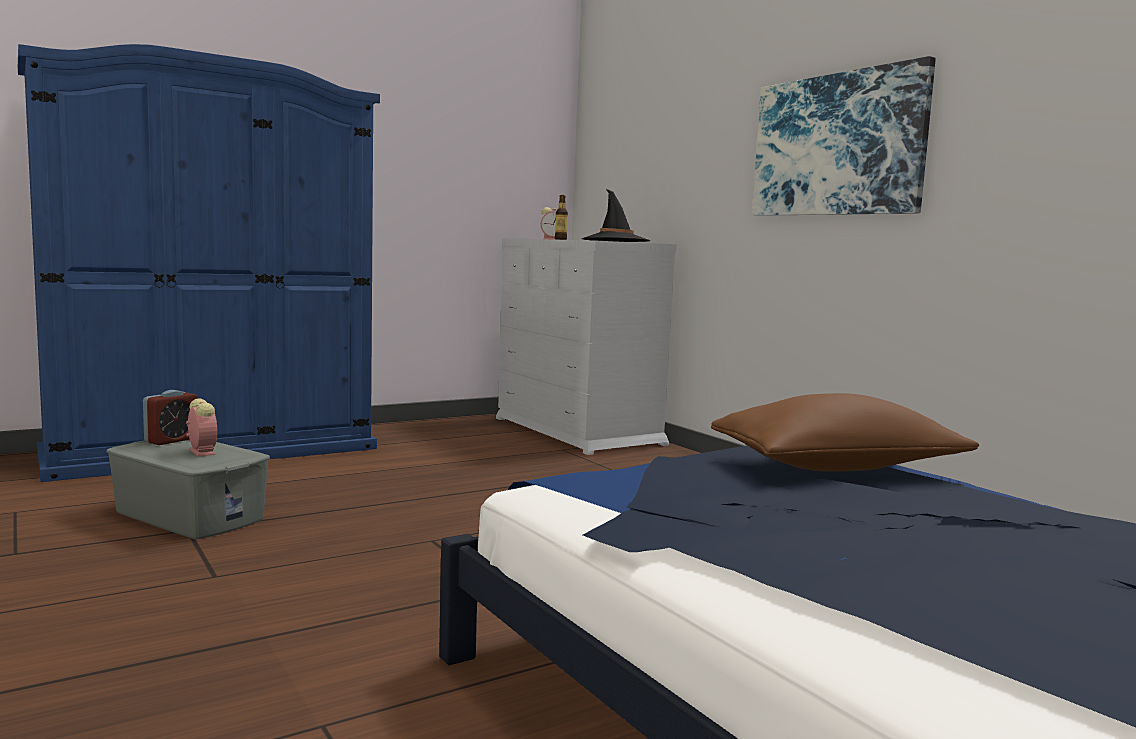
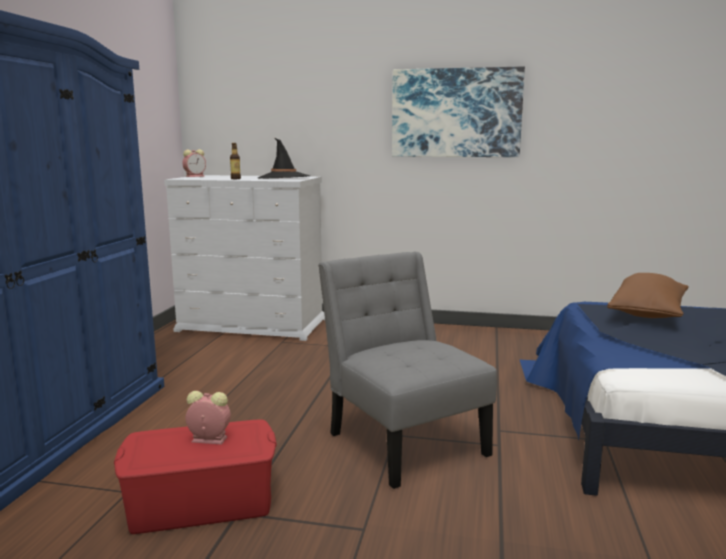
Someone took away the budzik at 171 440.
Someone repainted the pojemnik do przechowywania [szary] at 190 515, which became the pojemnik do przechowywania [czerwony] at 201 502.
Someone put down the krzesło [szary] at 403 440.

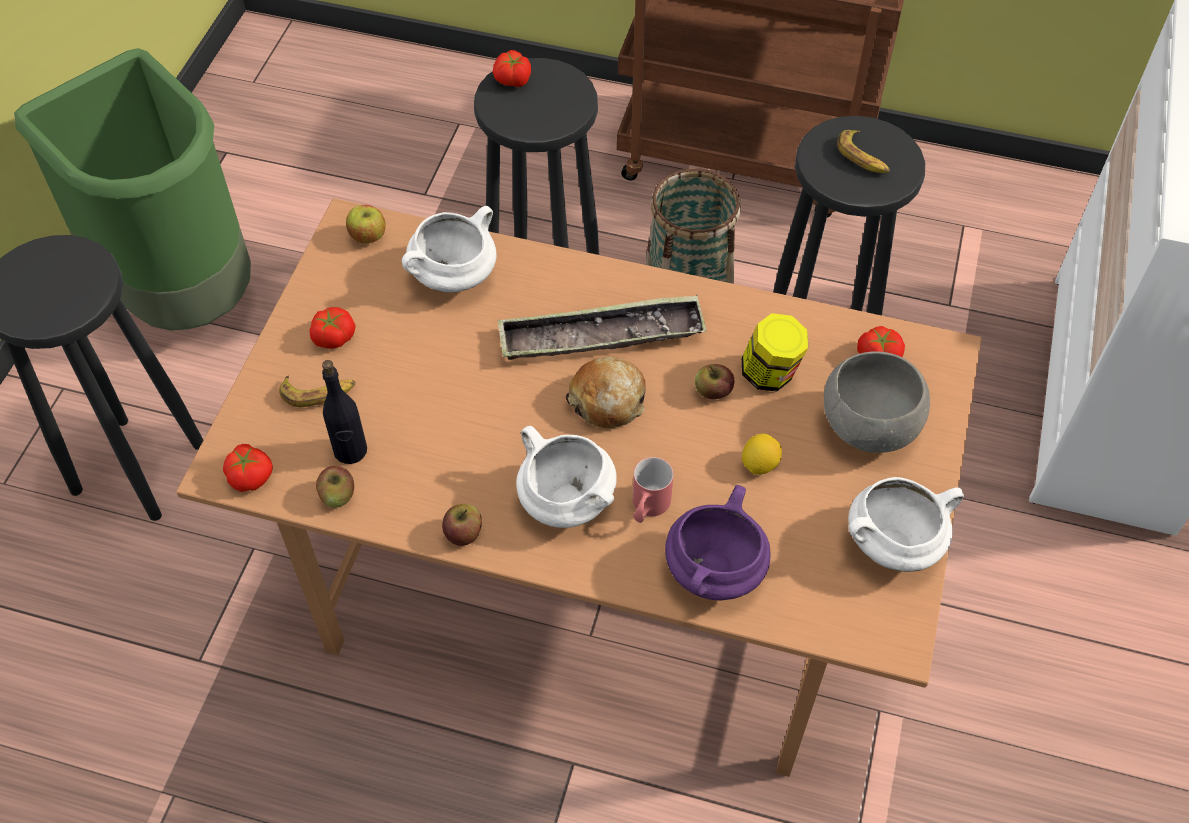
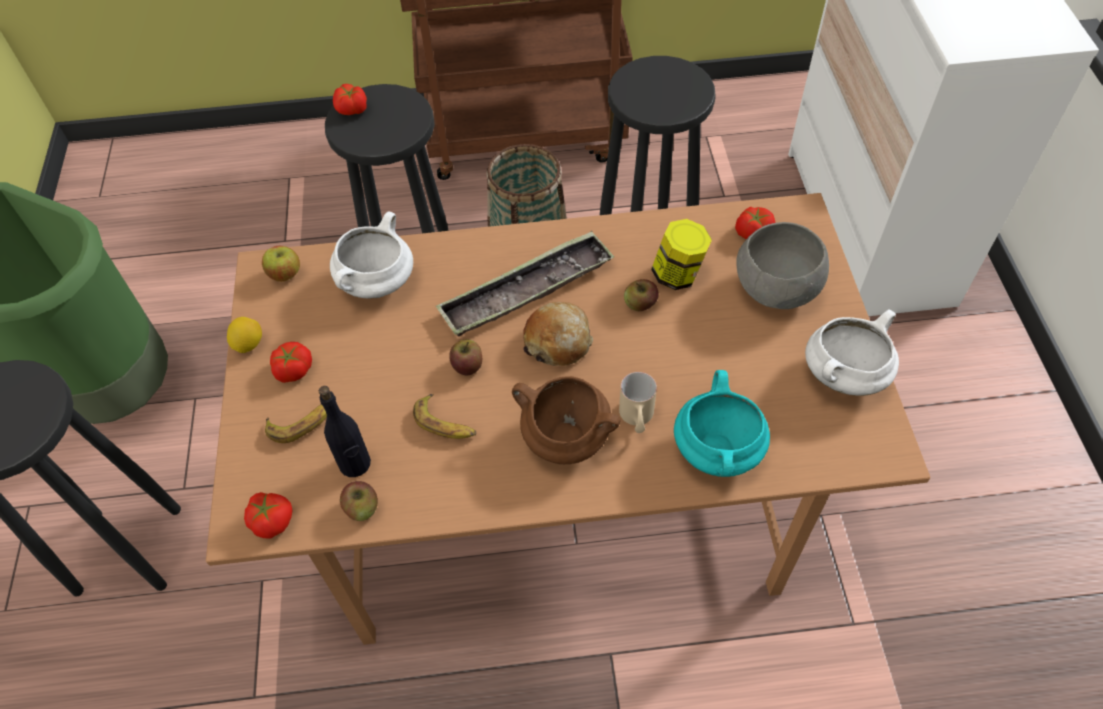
Someone carried the banan from 862 157 to 445 423.
Someone repainted the garnek [biały] at 564 500, which became the garnek [brązowy] at 564 438.
Someone carried the cytryna from 759 464 to 248 344.
Someone repainted the kubek [czerwony] at 648 508, which became the kubek [beżowy] at 637 419.
Someone repainted the garnek [fioletowy] at 715 572, which became the garnek [turkusowy] at 718 451.
Someone carried the jabłko from 463 533 to 467 365.

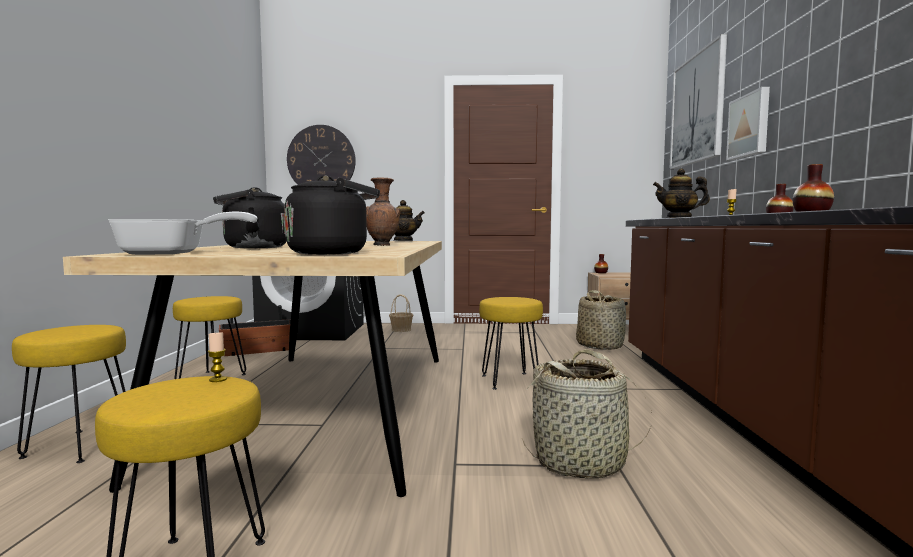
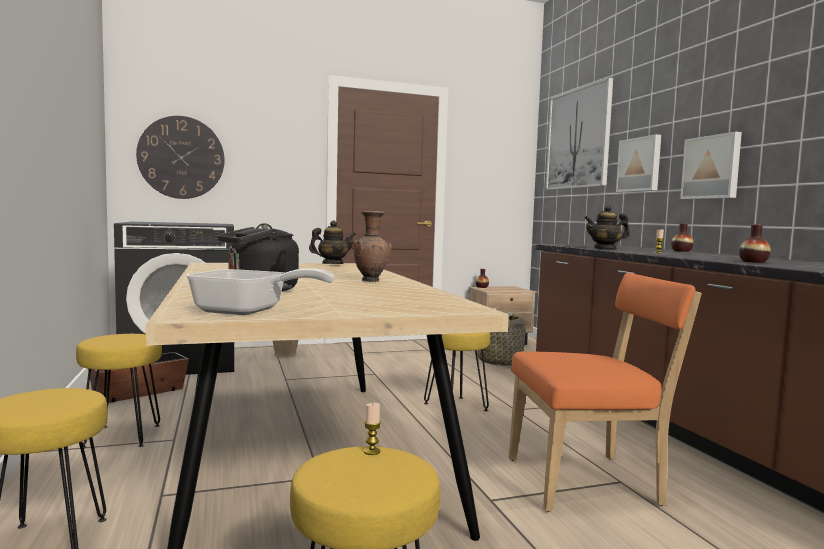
Someone took away the czajnik [czarny] at 332 253.
Someone rotated the patelnia at 173 253 by 45 degrees clockwise.
Someone swapped the koszyk at 581 461 for the krzesło [pomarańczowy] at 589 482.
Someone put up the obraz at 712 167.

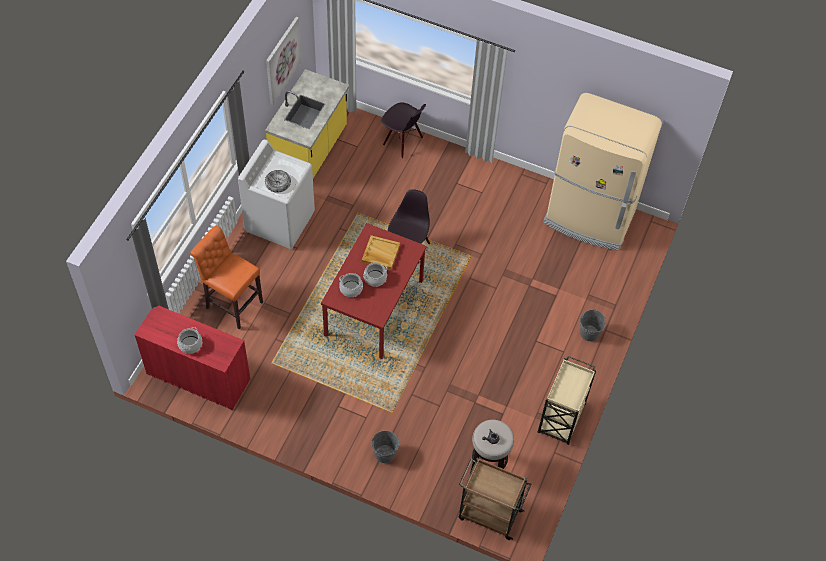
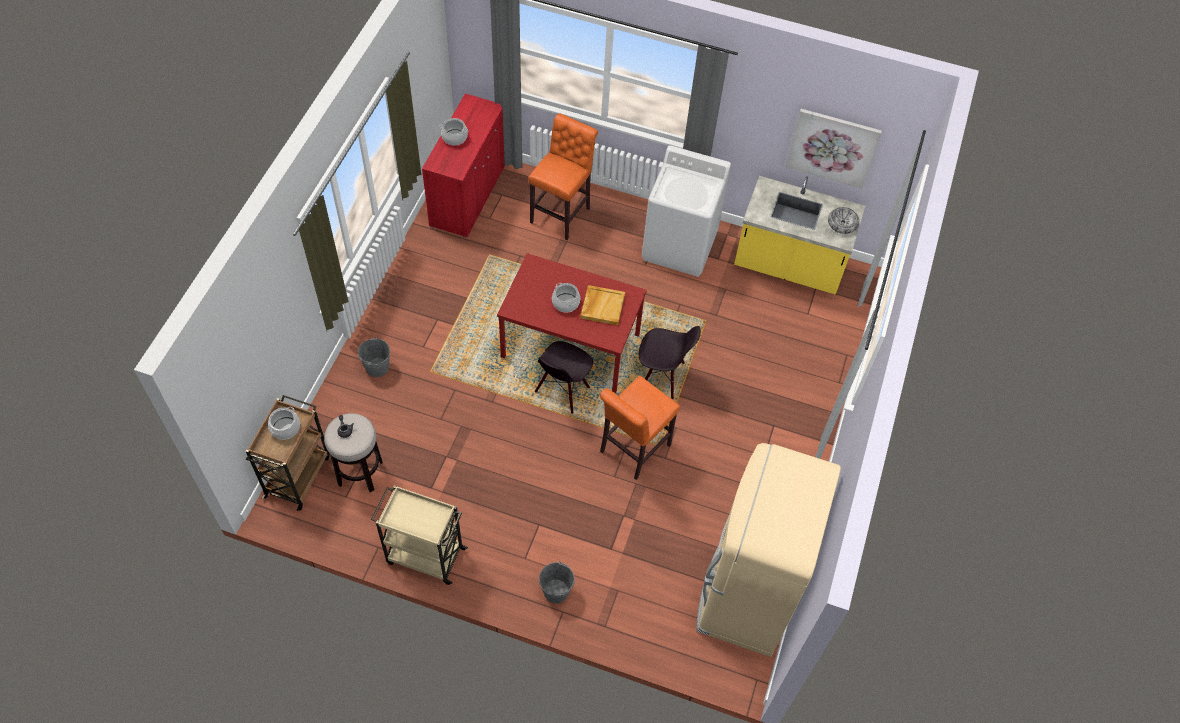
Someone carried the krzesło [czarny] from 402 142 to 562 390.
Someone carried the miska from 278 183 to 842 223.
Someone carried the garnek from 351 288 to 285 428.
Someone put down the stołek [pomarańczowy] at 632 450.

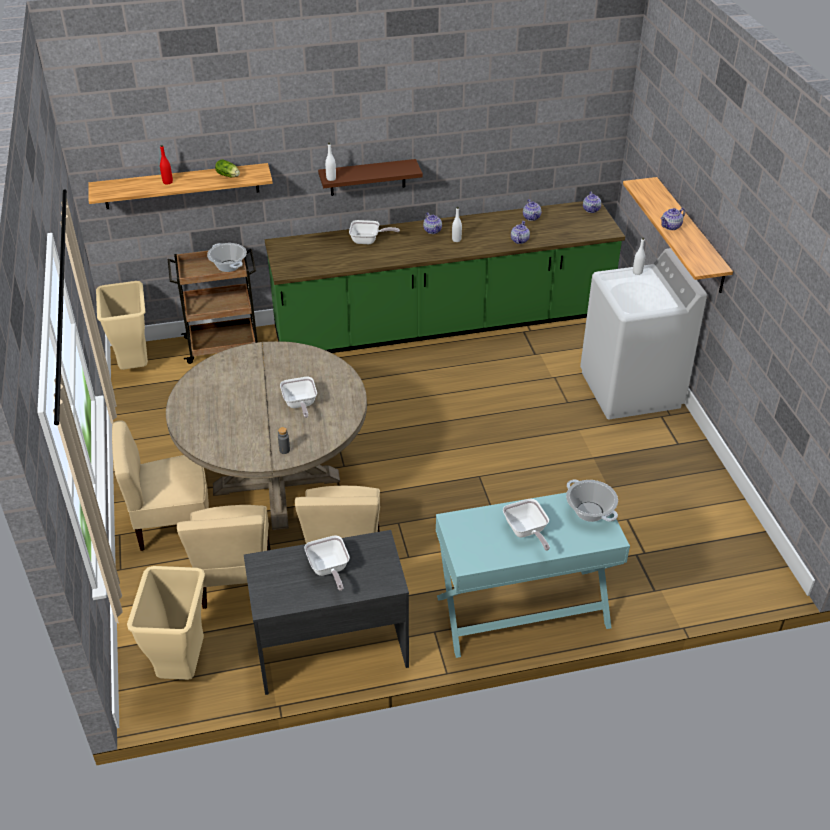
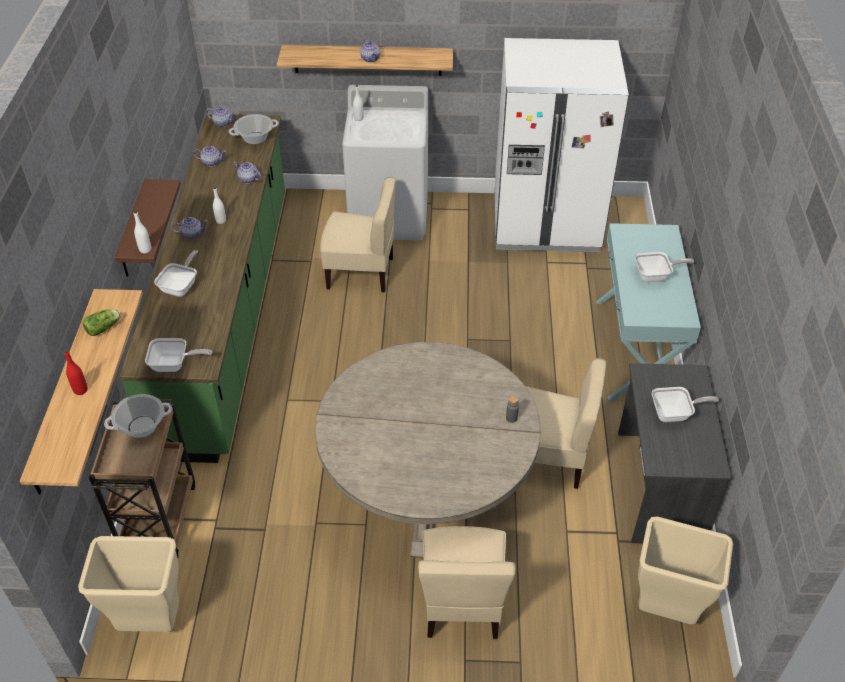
Someone carried the patelnia from 300 405 to 174 365.
Someone carried the garnek from 590 511 to 255 138.
Someone carried the krzesło [beżowy] from 235 579 to 361 272.
Someone put down the lodówka [biały] at 546 224.

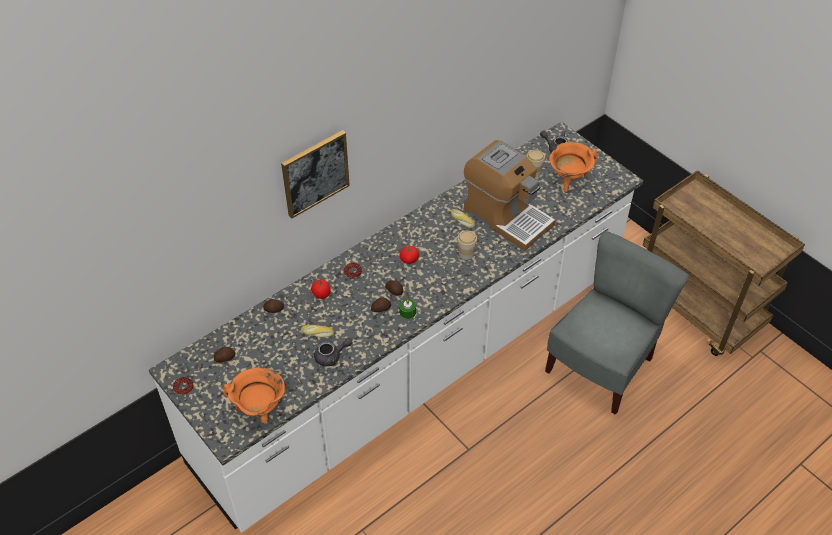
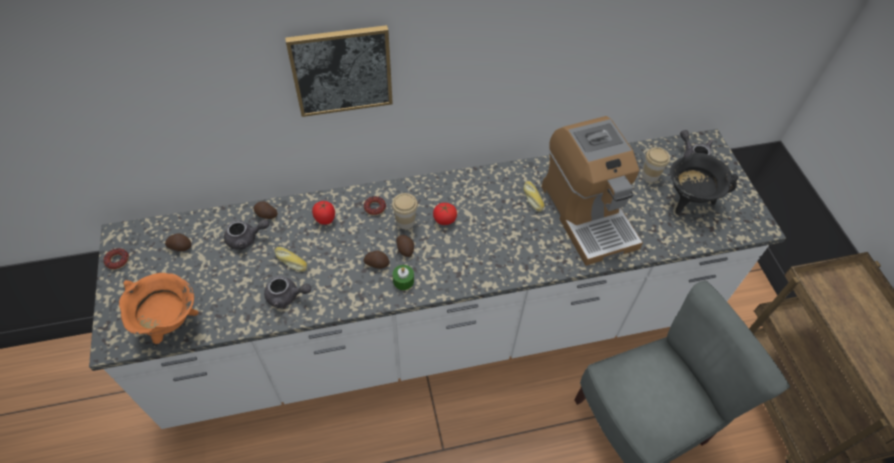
Someone repainted the garnek [pomarańczowy] at 569 180, which became the garnek [czarny] at 689 200.
Someone carried the filiżanka from 466 254 to 405 221.
Someone put down the imbryk [szary] at 246 239.

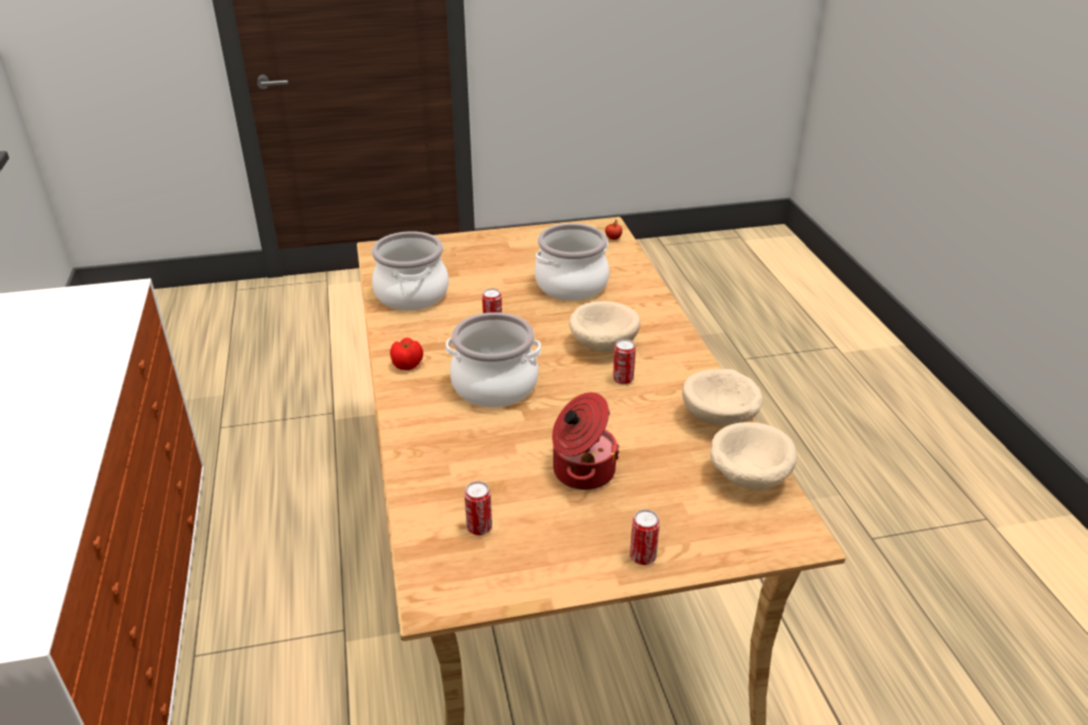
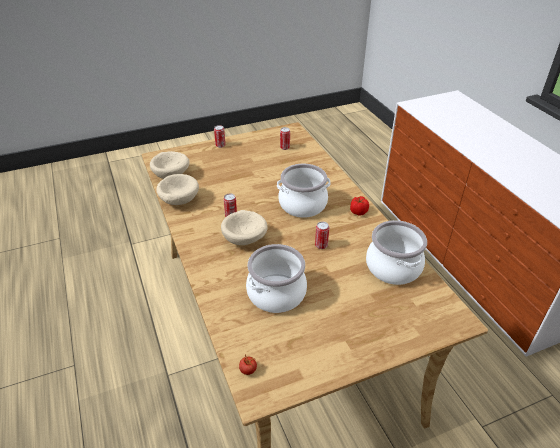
Someone took away the garnek at 581 471.

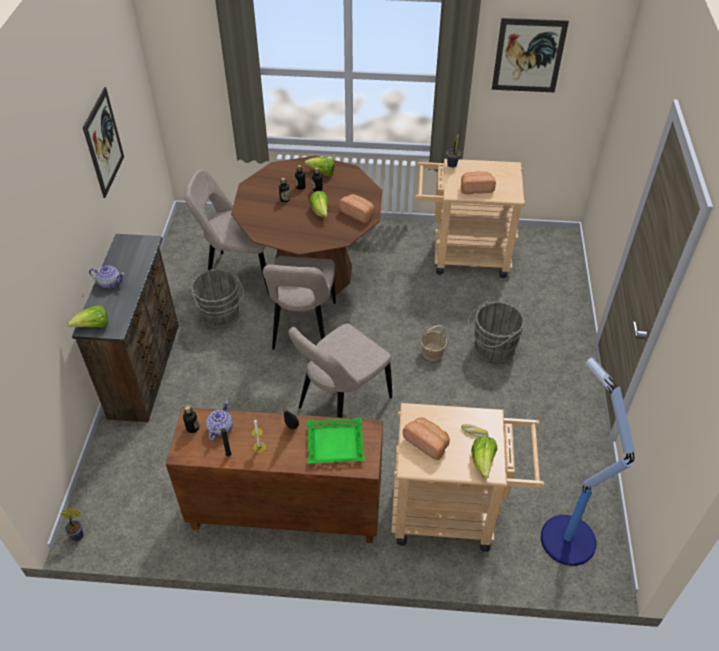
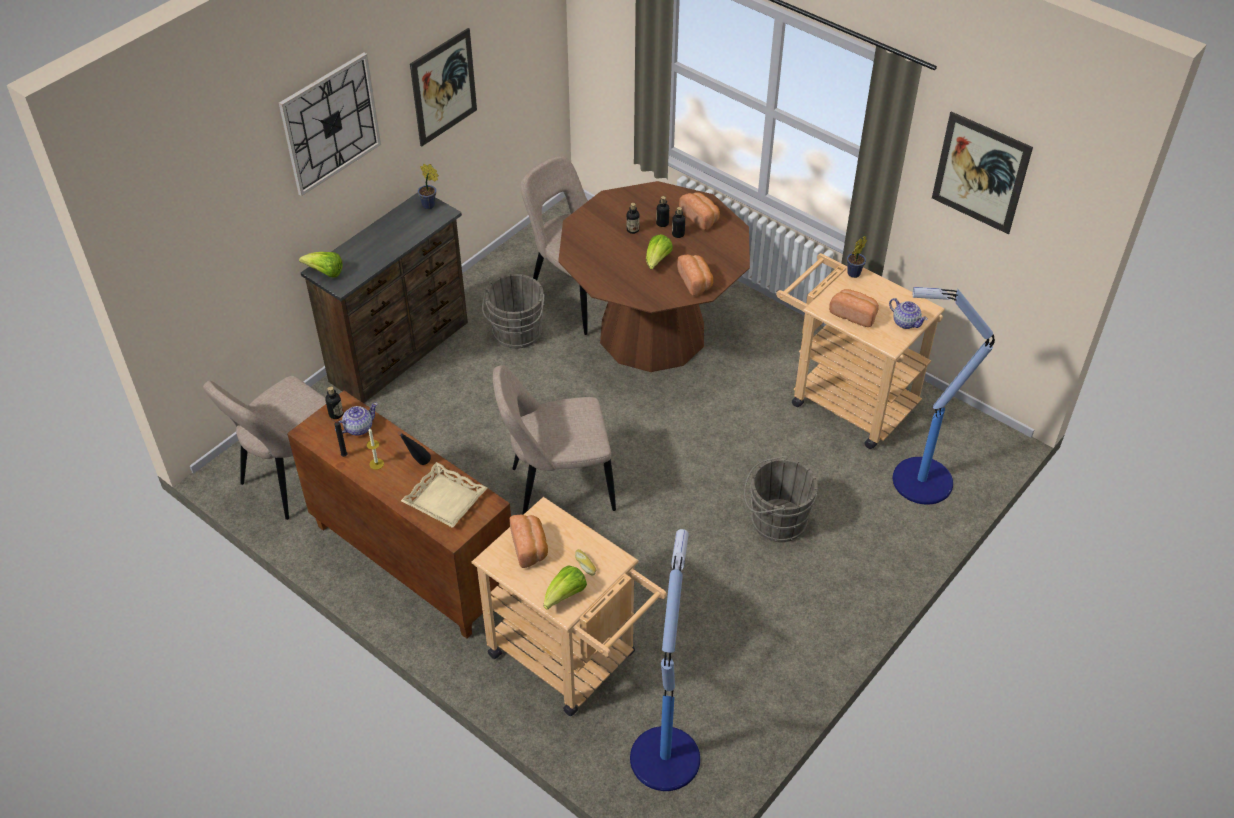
Someone swapped the sałata at 322 173 for the chleb at 700 217.
Someone carried the krzesło [beżowy] from 303 328 to 294 478.
Someone carried the imbryk from 109 283 to 905 322.
Someone took away the koszyk at 432 352.
Someone repainted the taca [zielony] at 335 444, which became the taca [beżowy] at 444 500.
Someone carried the roślina doniczkowa from 79 535 to 430 206.
Someone put up the zegar ścienny at 330 123.
Someone put down the lampa stojąca at 919 481.

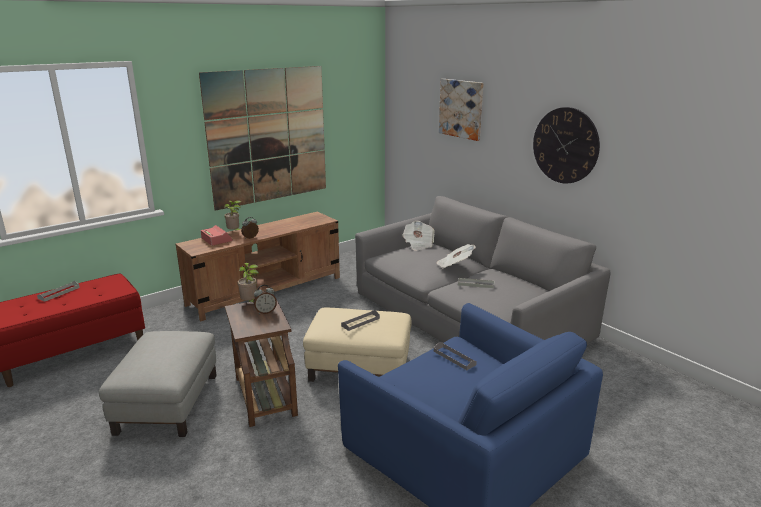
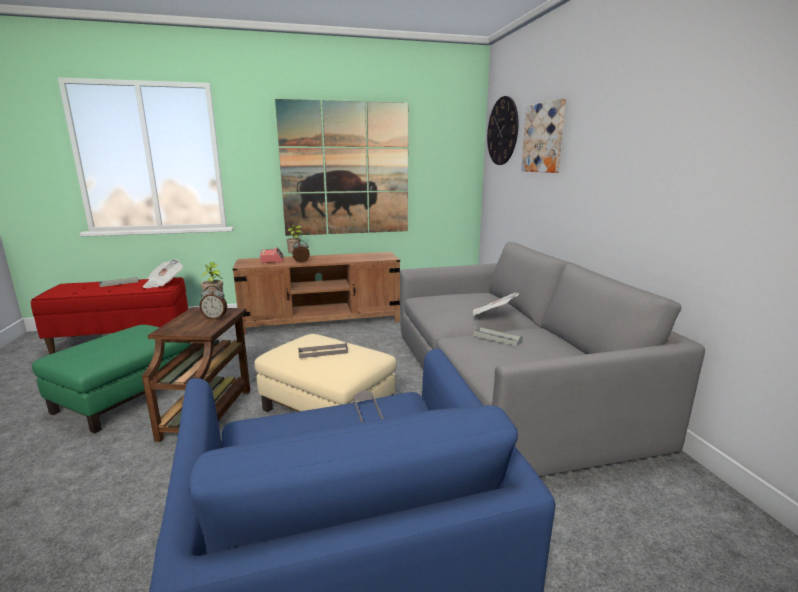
Someone carried the zegar ścienny from 565 145 to 502 131.
Someone carried the gazeta from 418 244 to 163 284.
Someone repainted the pufa [szary] at 167 403, which became the pufa [zielony] at 125 397.

